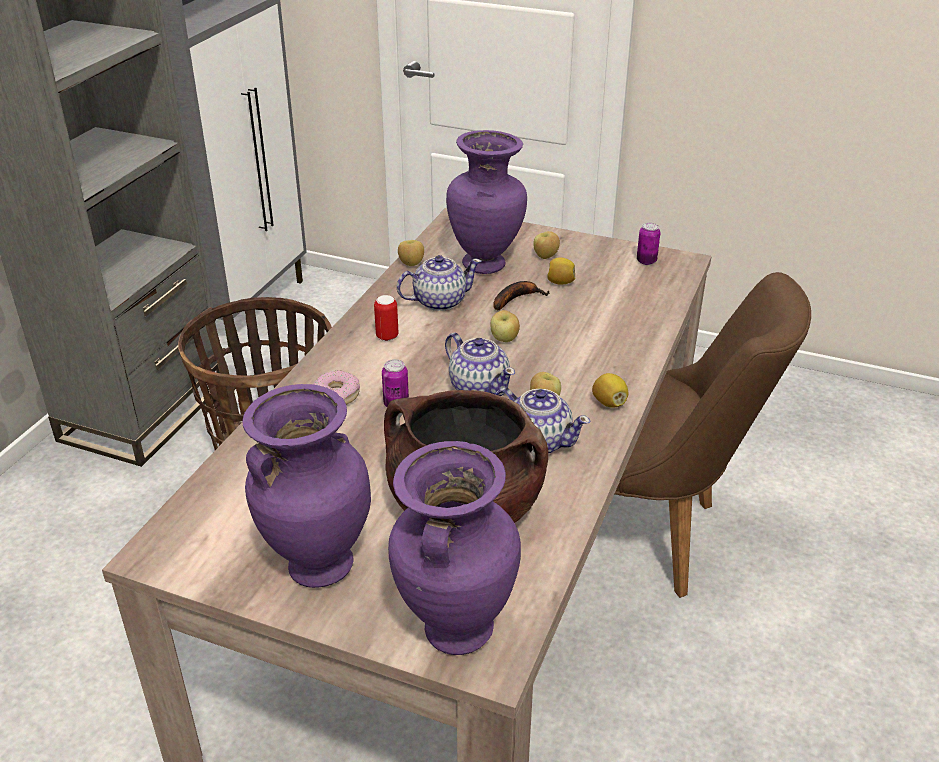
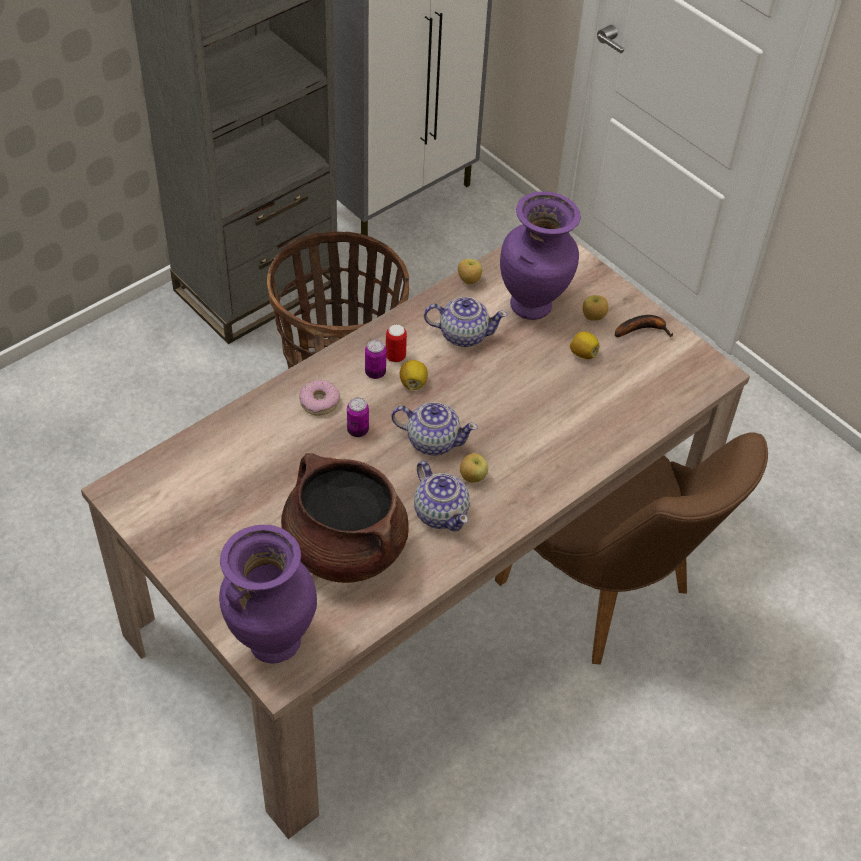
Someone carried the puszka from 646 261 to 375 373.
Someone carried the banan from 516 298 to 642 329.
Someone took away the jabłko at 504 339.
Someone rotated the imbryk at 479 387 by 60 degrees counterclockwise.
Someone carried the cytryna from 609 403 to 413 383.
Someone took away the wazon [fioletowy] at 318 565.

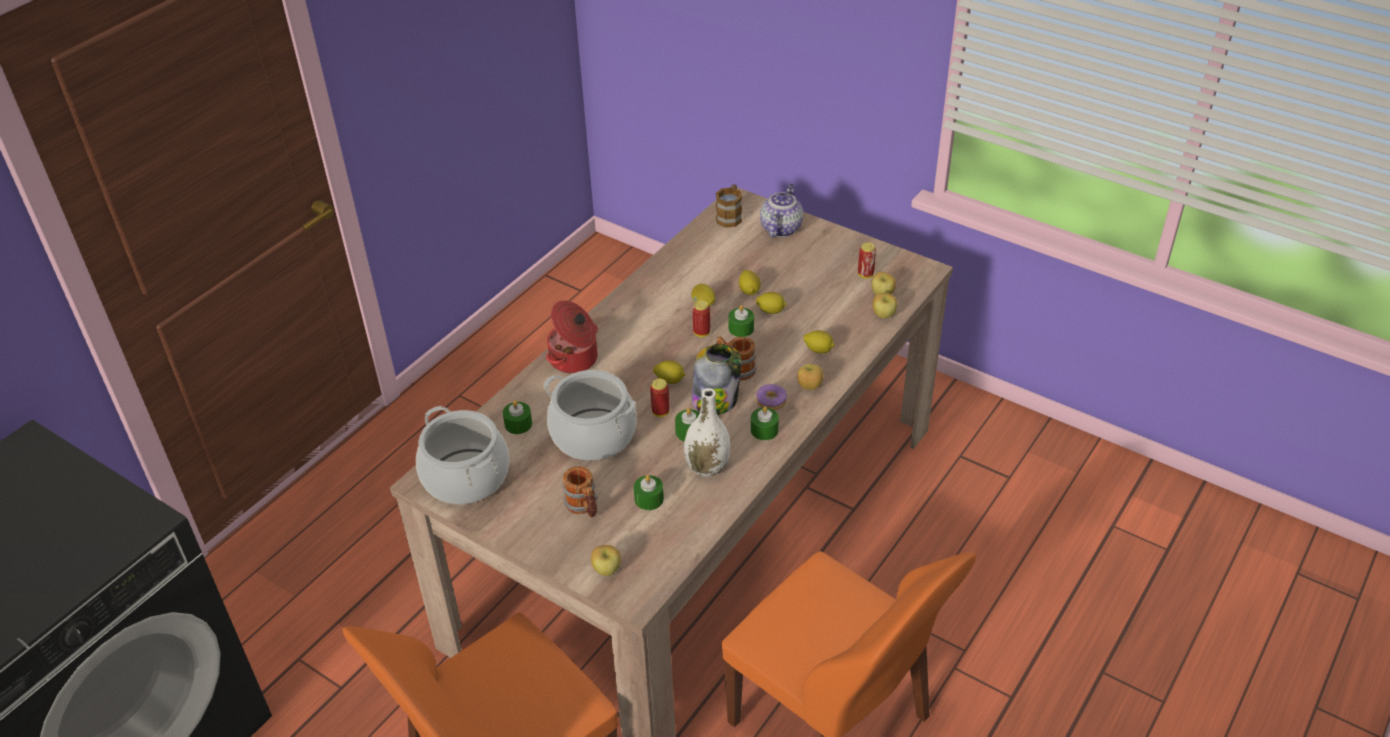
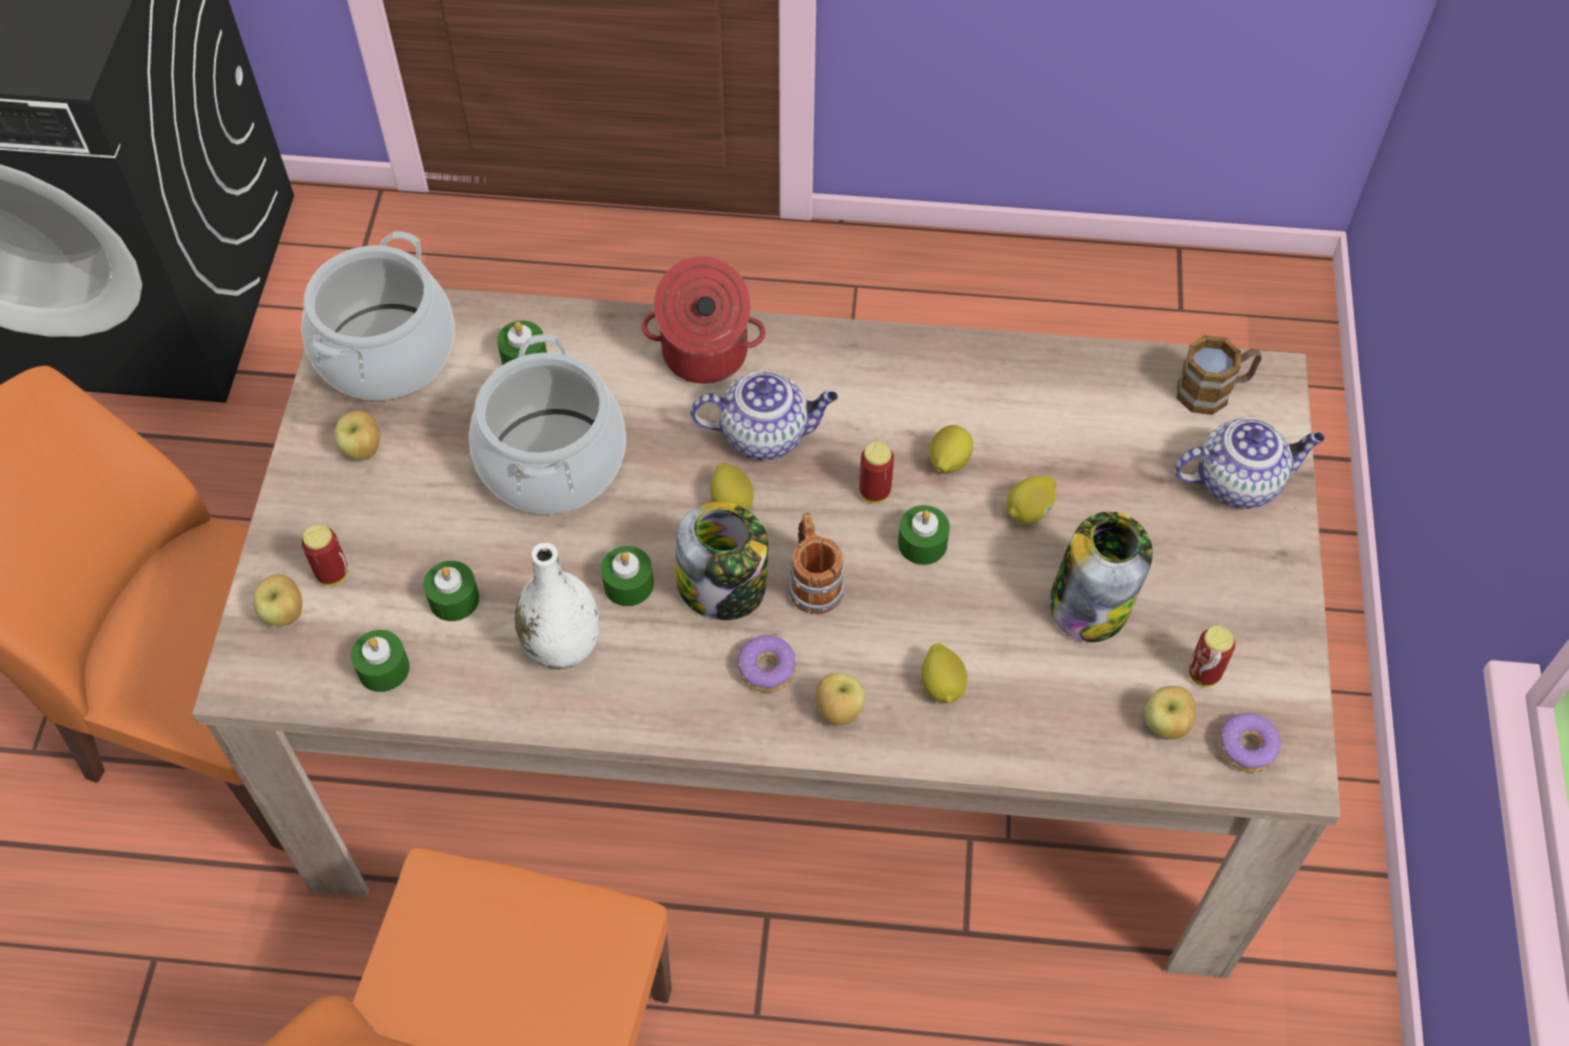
Someone took away the cytryna at 771 311.
Someone carried the jabłko from 883 315 to 363 450.
Someone carried the puszka from 660 412 to 332 573.
Someone carried the świeca [zielony] from 764 430 to 383 668.
Someone took away the kubek at 584 507.
Someone put down the imbryk at 766 434.
Someone put down the słoik at 1090 603.
Someone put down the donut at 1247 748.

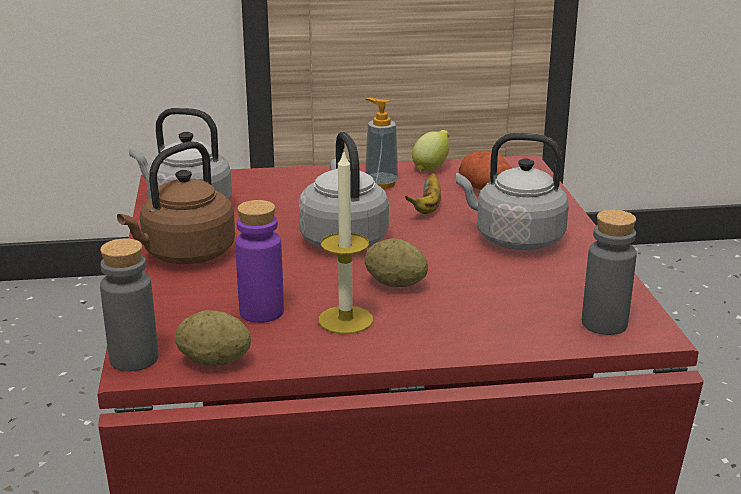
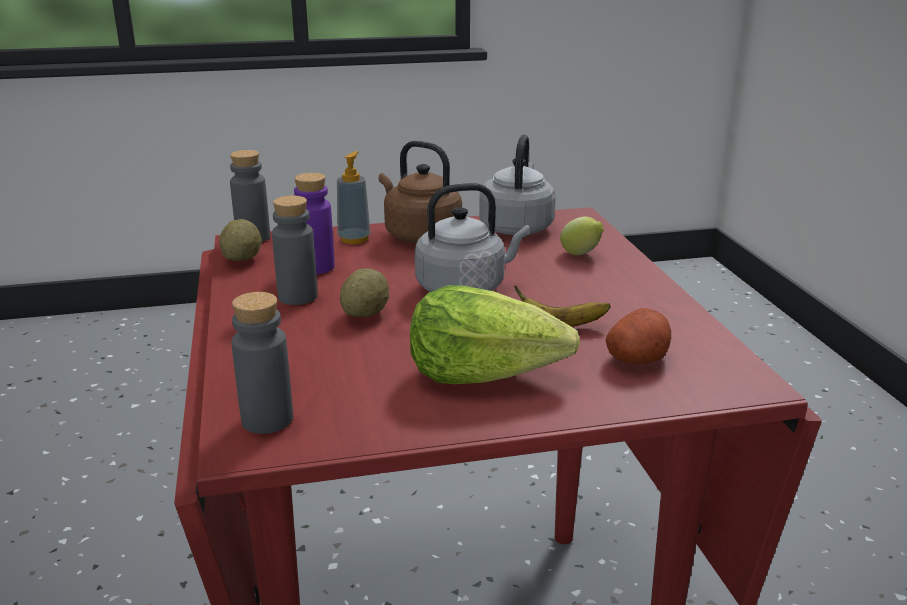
Someone carried the dozownik mydła from 381 184 to 354 239.
Someone carried the cytryna from 431 168 to 581 255.
Someone swapped the czajnik [szary] at 514 239 for the sałata at 484 373.
Someone swapped the świeca at 345 320 for the butelka [szary] at 298 297.

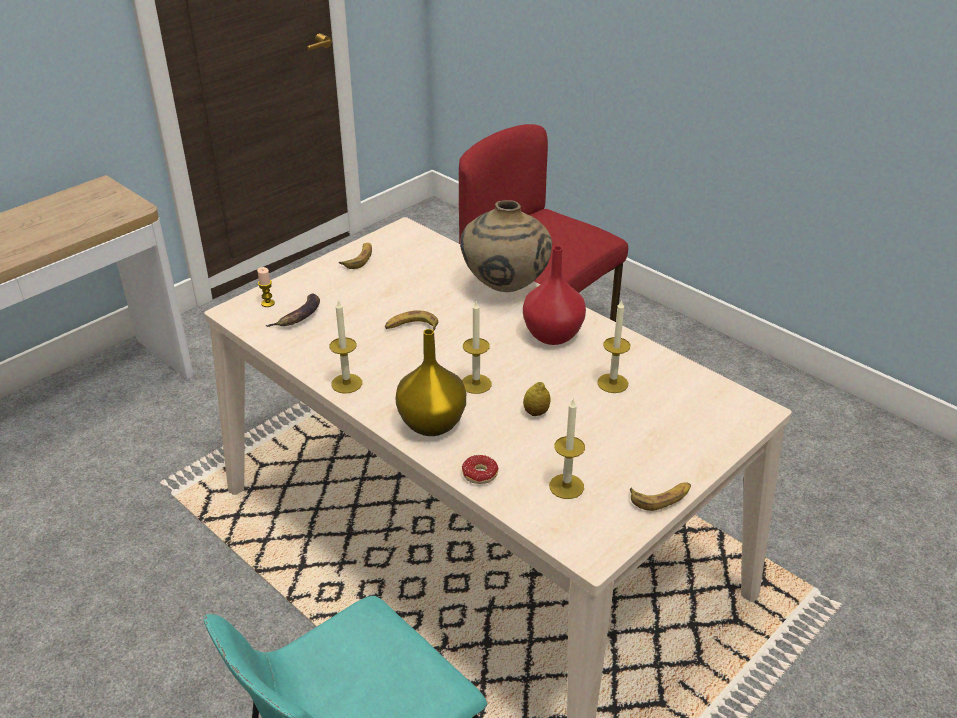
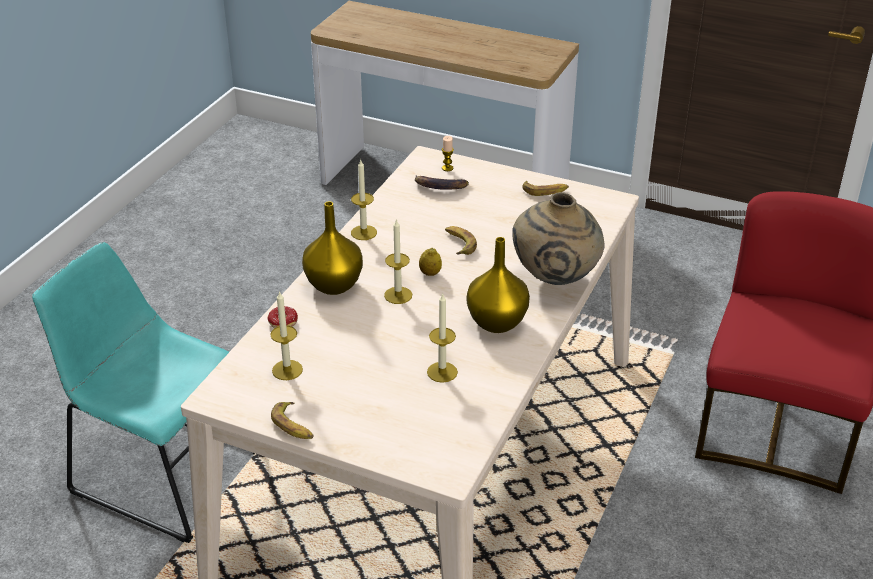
Someone repainted the wazon [czerwony] at 551 335, which became the wazon [żółty] at 495 322.
Someone carried the cytryna from 536 412 to 430 273.

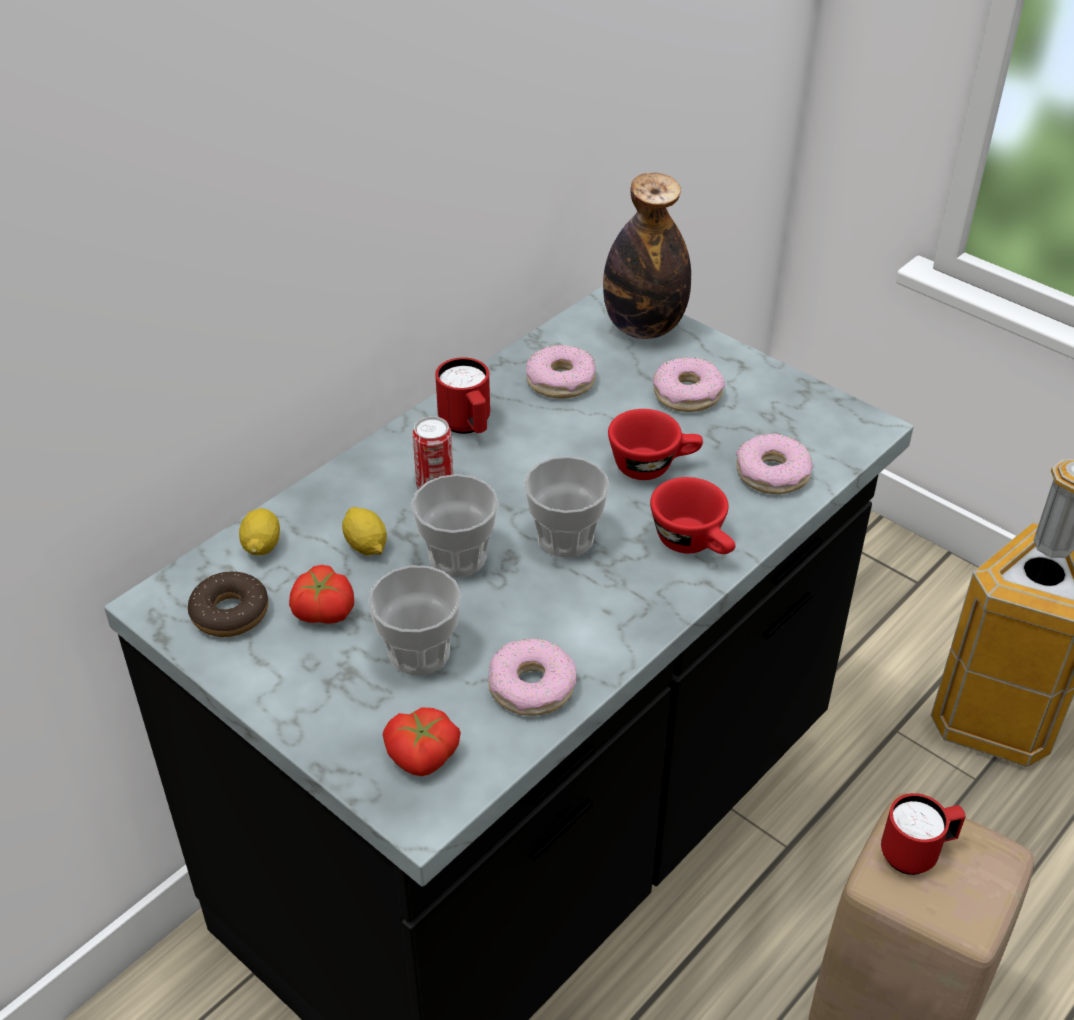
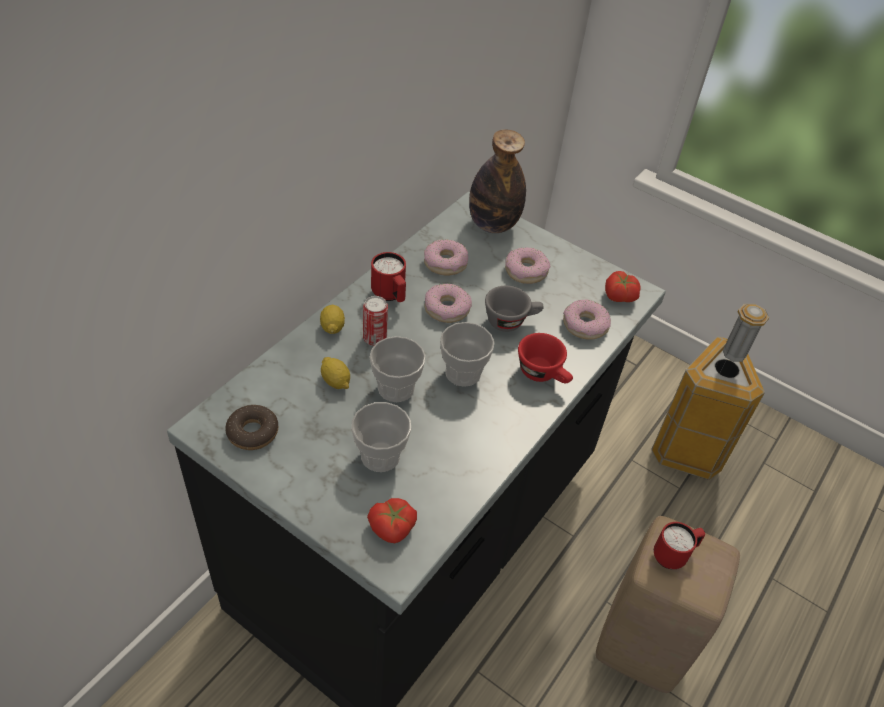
Someone repainted the filiżanka [czerwony] at 653 465, which became the filiżanka [szary] at 511 321.
Someone carried the cytryna from 262 545 to 332 327.
Someone carried the pomidor from 322 612 to 618 296.
Someone carried the donut from 532 686 to 447 308.

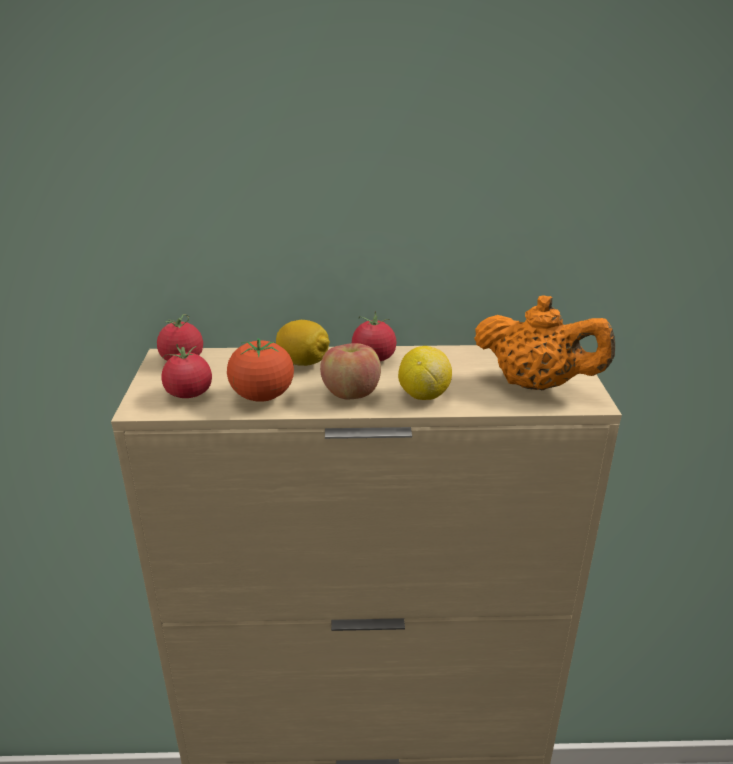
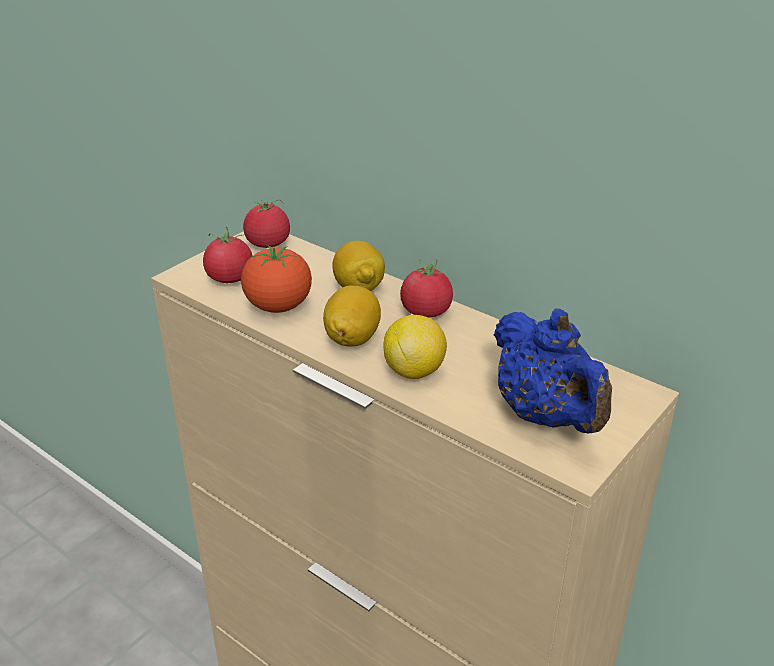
Someone repainted the imbryk [pomarańczowy] at 536 385, which became the imbryk [niebieski] at 546 416.
Someone swapped the jabłko at 351 393 for the cytryna at 352 338.

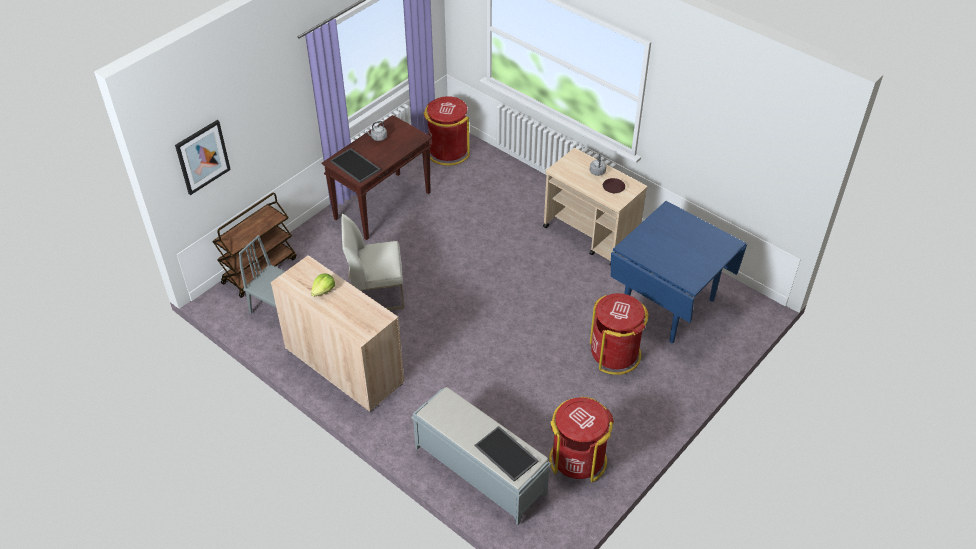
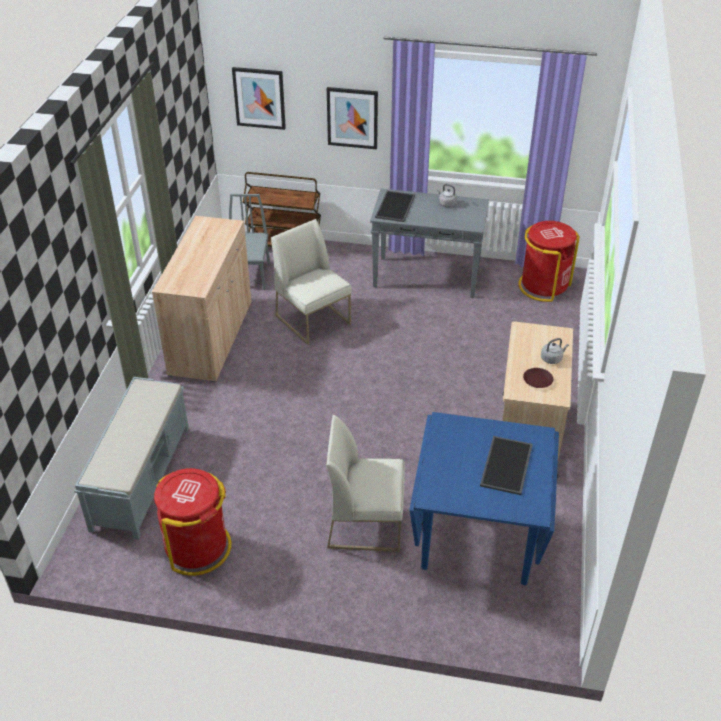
Someone repainted the stolik konsolowy [brązowy] at 383 205, which became the stolik konsolowy [szary] at 427 277.
Someone took away the sałata at 323 290.
Someone swapped the kosz na śmieci [czerwony] at 615 354 for the krzesło [biały] at 366 523.
Someone carried the taca from 507 453 to 507 466.
Someone put up the obraz at 352 118.

